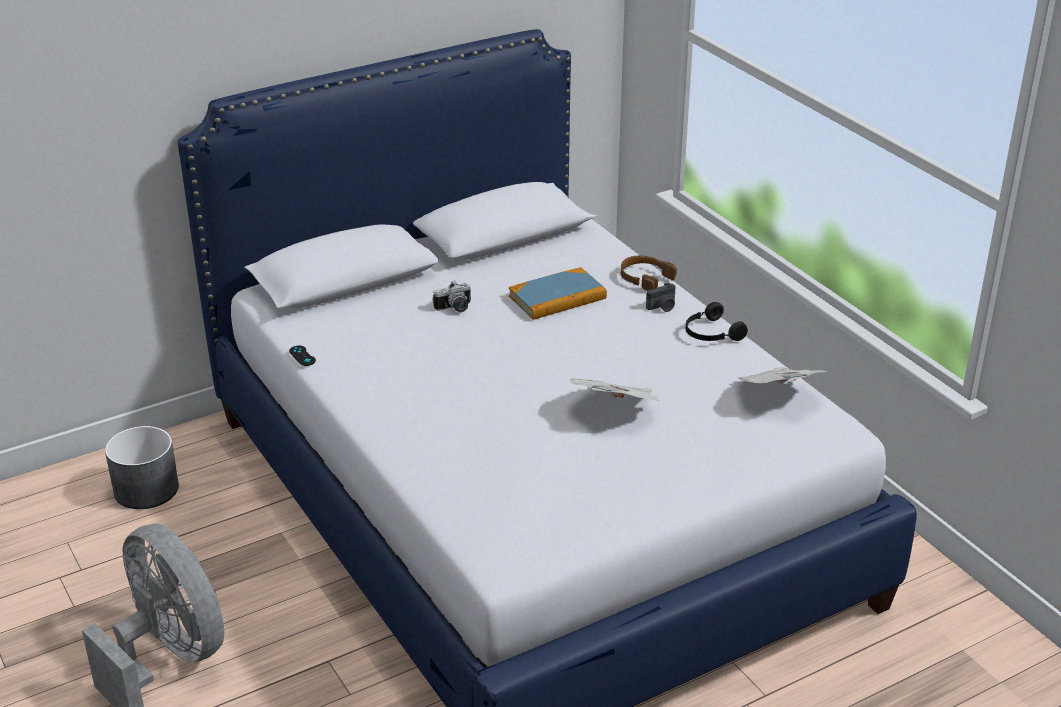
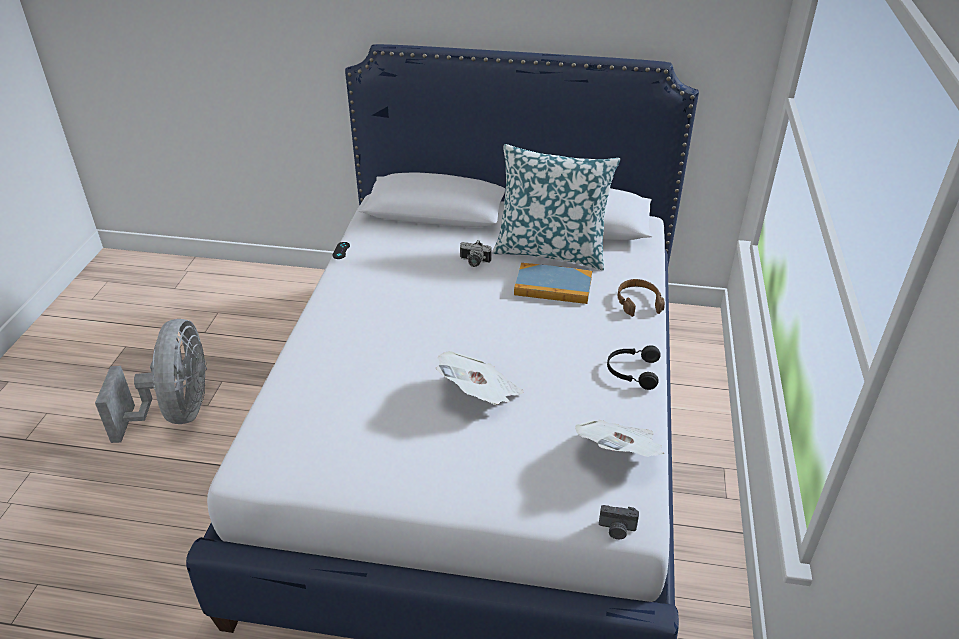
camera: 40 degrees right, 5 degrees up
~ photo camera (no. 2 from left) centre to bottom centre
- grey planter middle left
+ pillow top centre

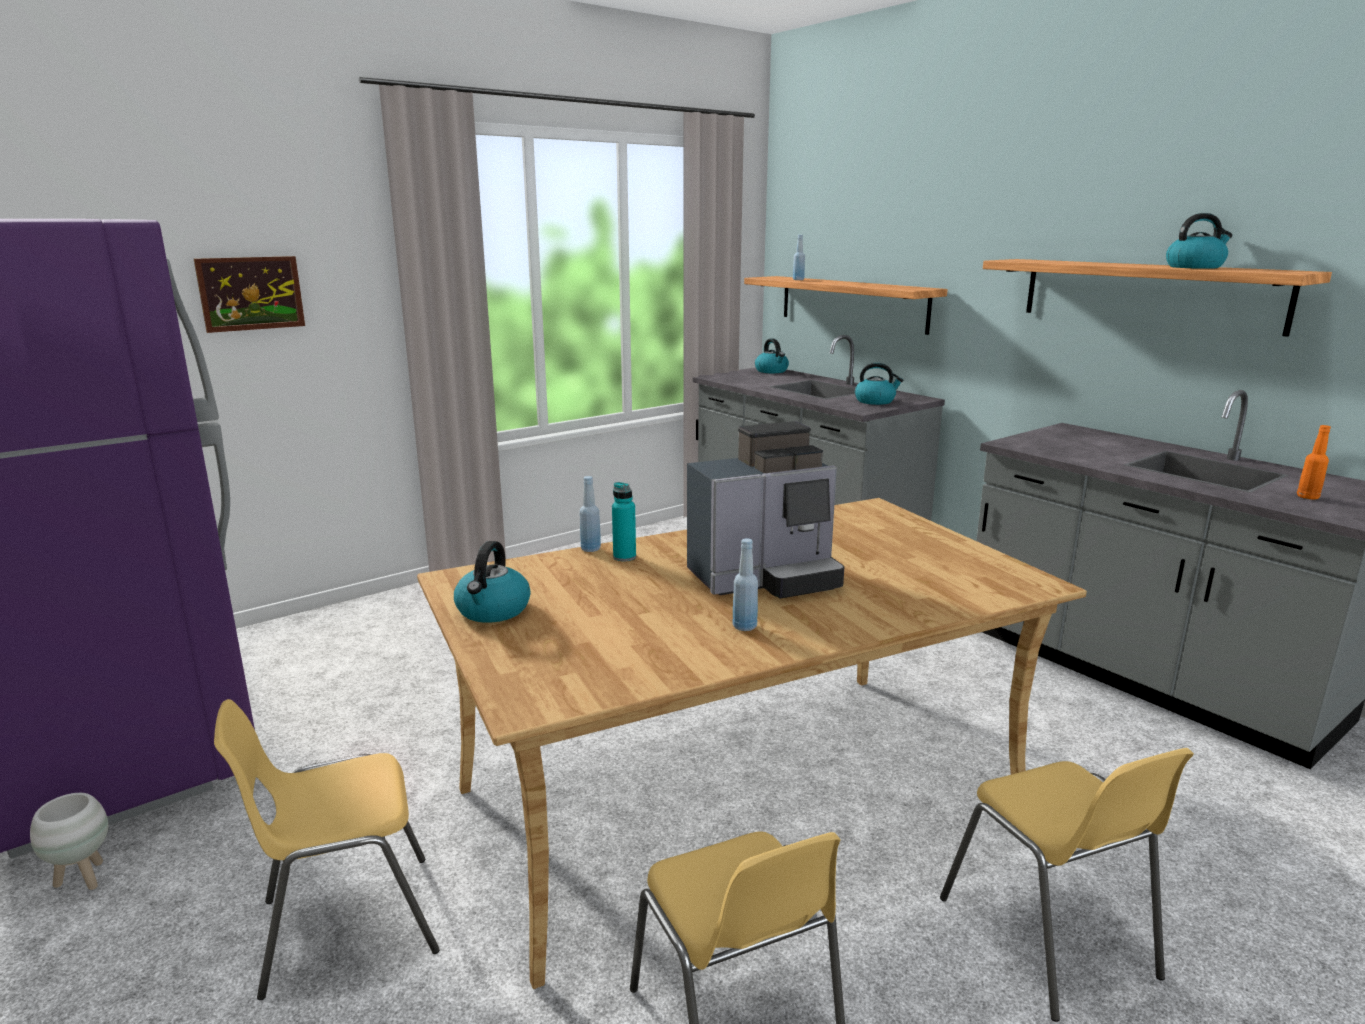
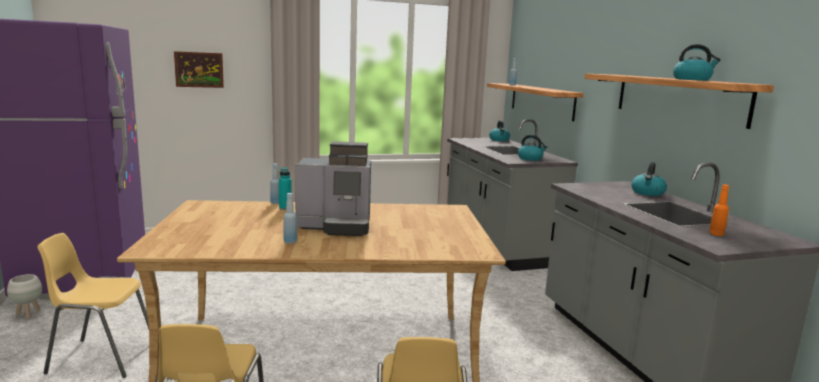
camera: 20 degrees right, 5 degrees down
~ kettle (no. 1 from left in the first image) centre to kettle (no. 3 from left) middle right

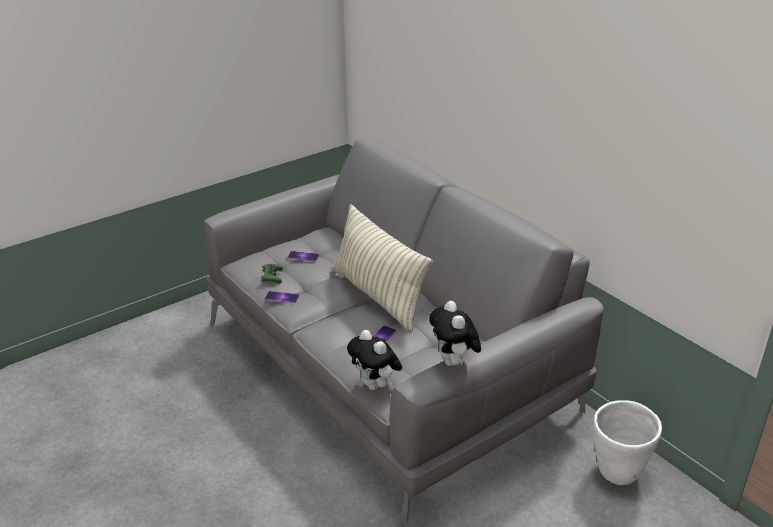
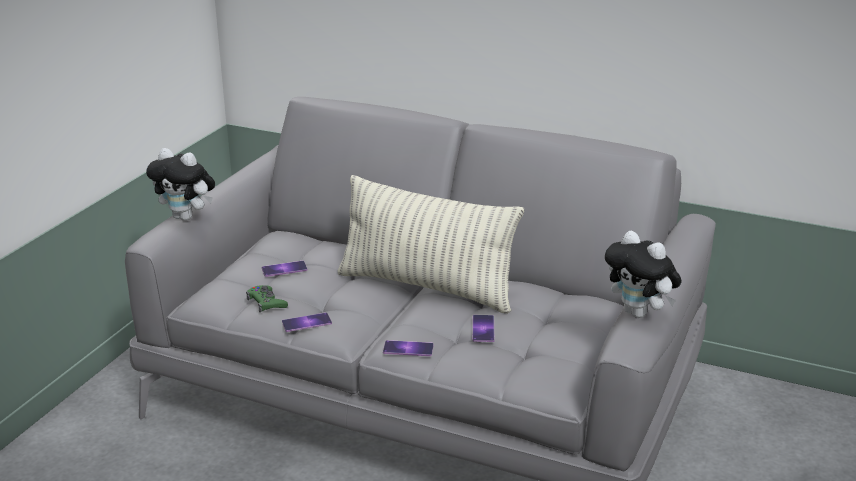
camera: 30 degrees left, 5 degrees down
~ plush toy (no. 1 from left) bottom centre to middle left
- white planter bottom right
+ phone (no. 3 from left) bottom centre

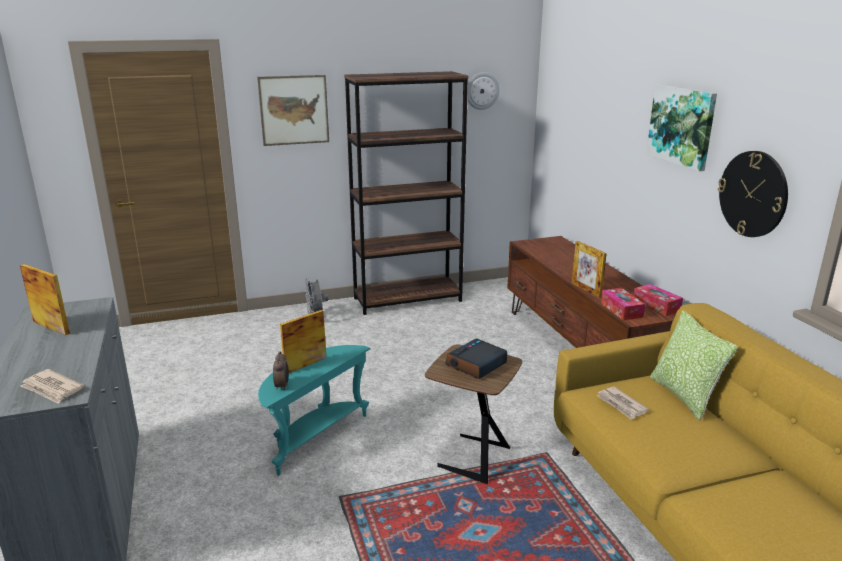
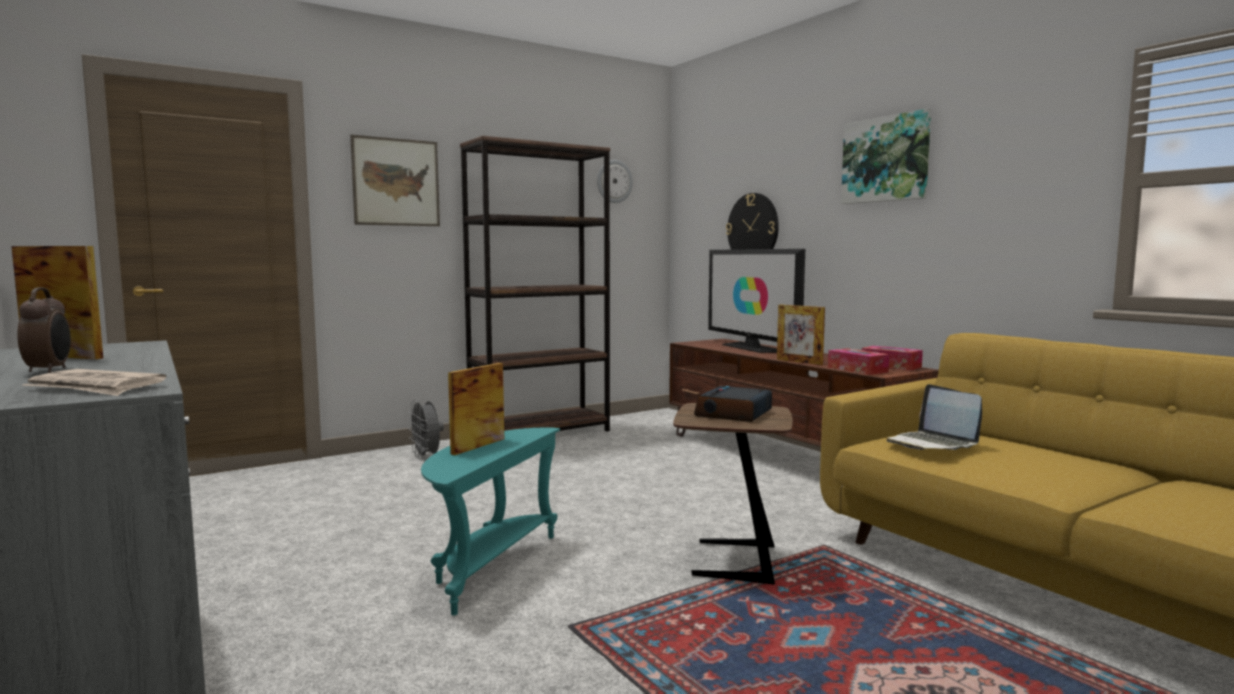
camera: 15 degrees left, 15 degrees down
~ wall clock (no. 2 from left) middle right to top centre
- pillow middle right
~ alarm clock (no. 1 from left) centre to middle left
~ newspaper (no. 2 from left) bottom right to laptop middle right
+ television centre

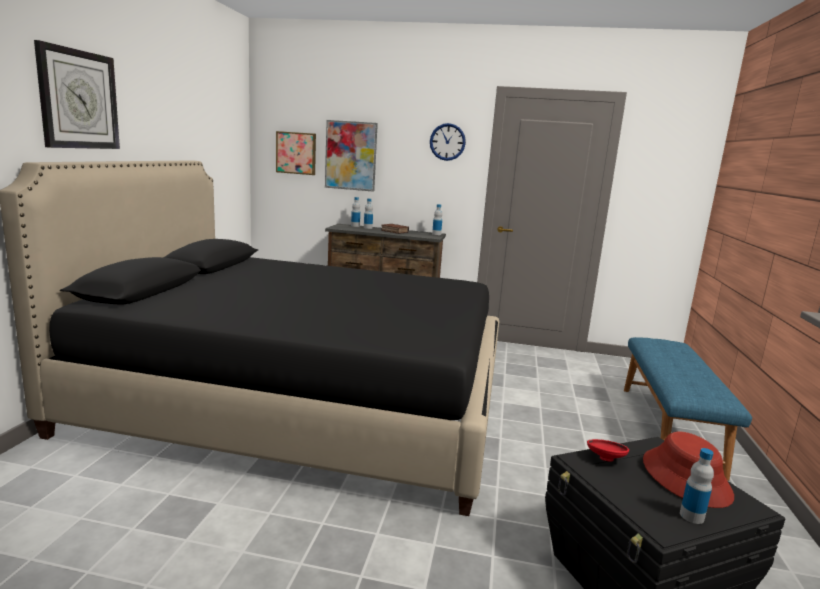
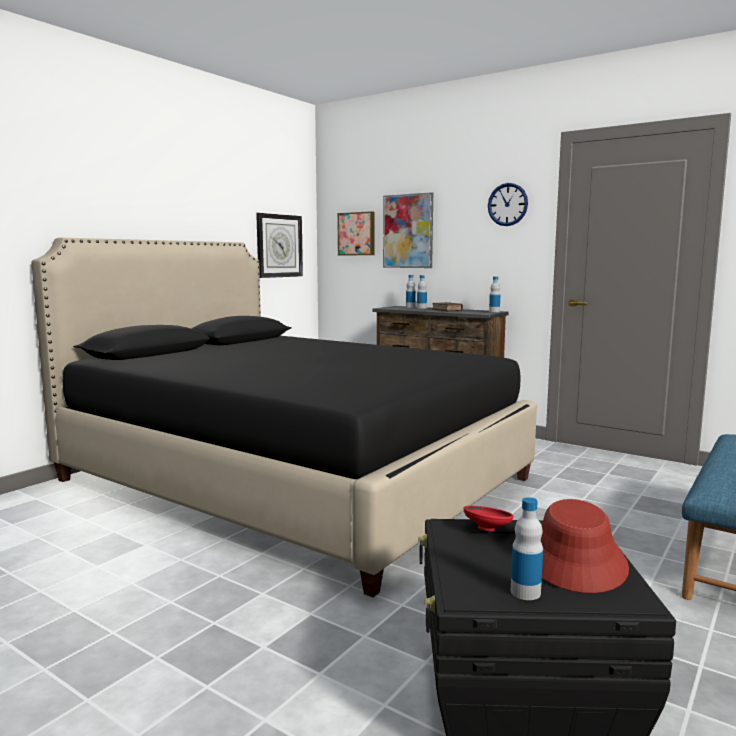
camera: 25 degrees right, 5 degrees down
~ wall clock (no. 1 from left) top left to top centre

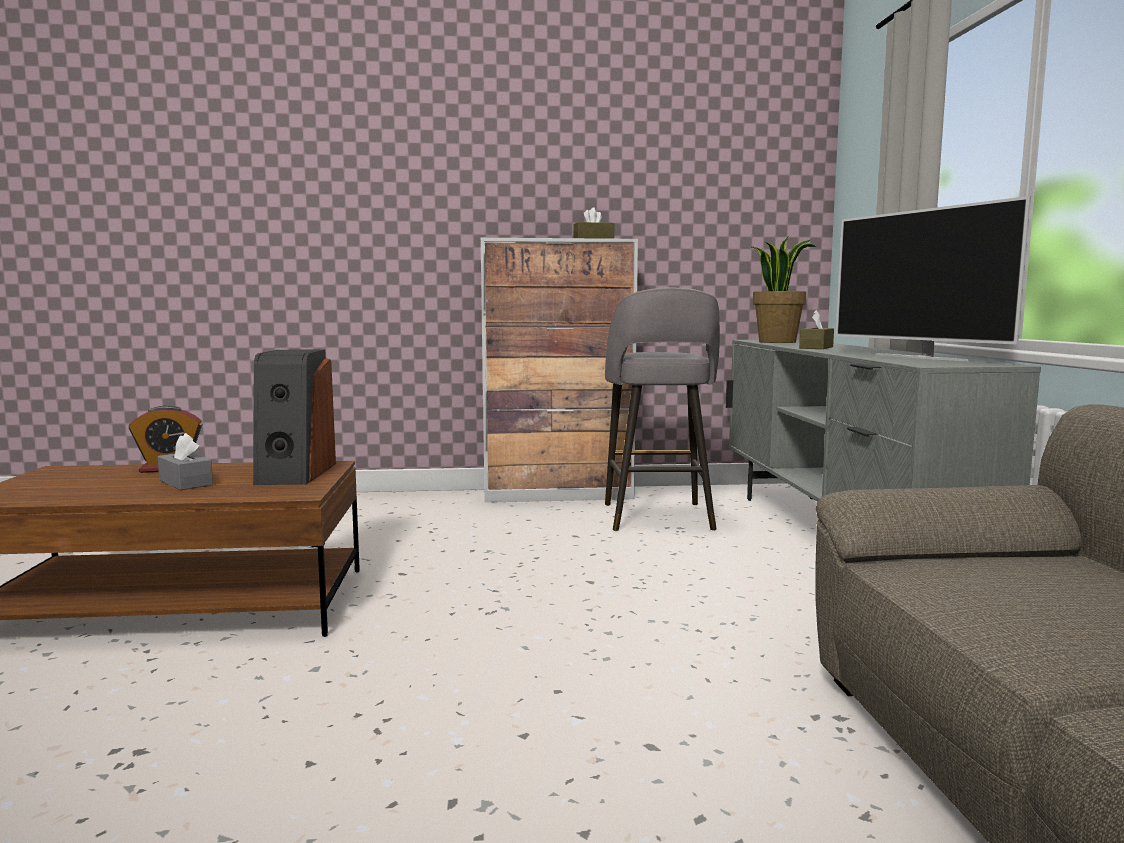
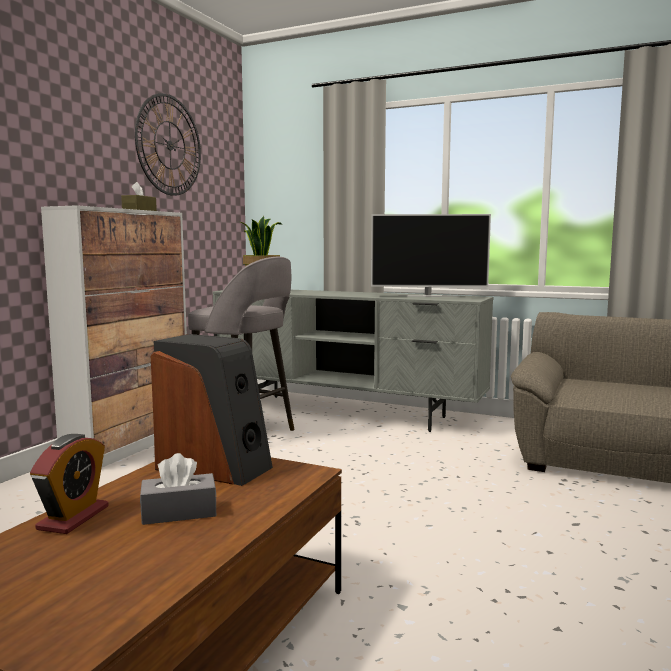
camera: 60 degrees left, 0 degrees up
- brown tissue box (no. 2 from left) middle right
+ wall clock top left

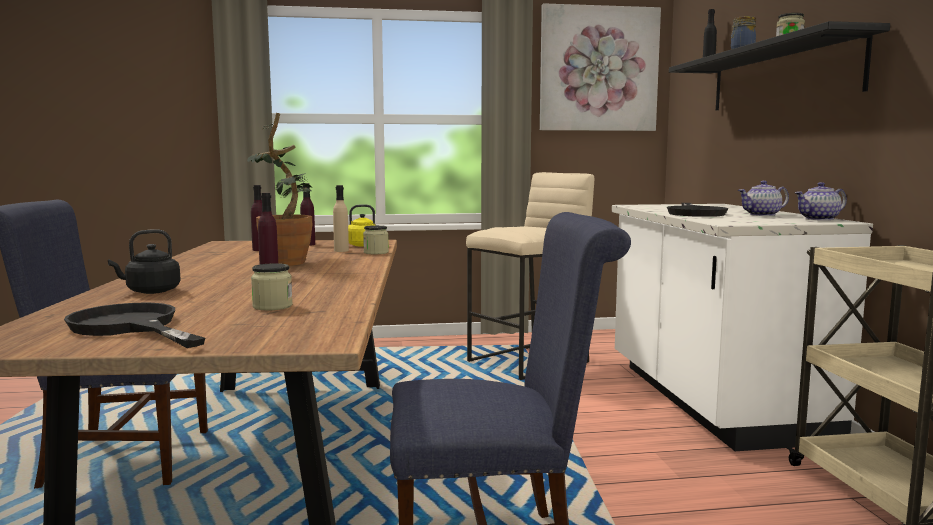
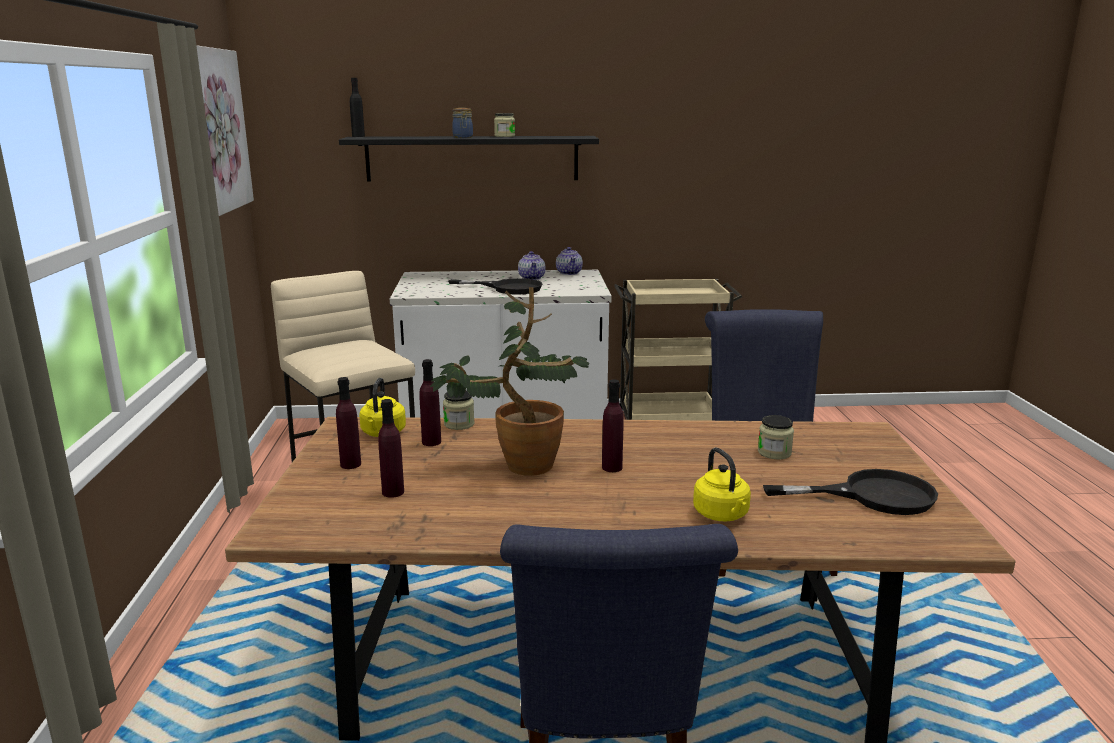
camera: 85 degrees left, 10 degrees up
~ beige bottle centre to purple bottle (no. 3 from left) centre
~ black kettle middle left to yellow kettle (no. 2 from left) centre
~ black frying pan (no. 1 from left in the first image) middle left = middle right 135 degrees counterclockwise

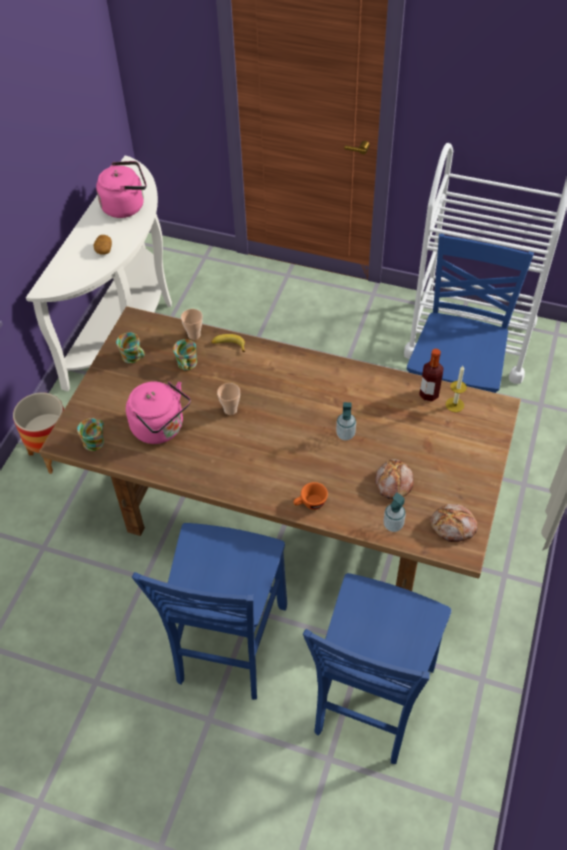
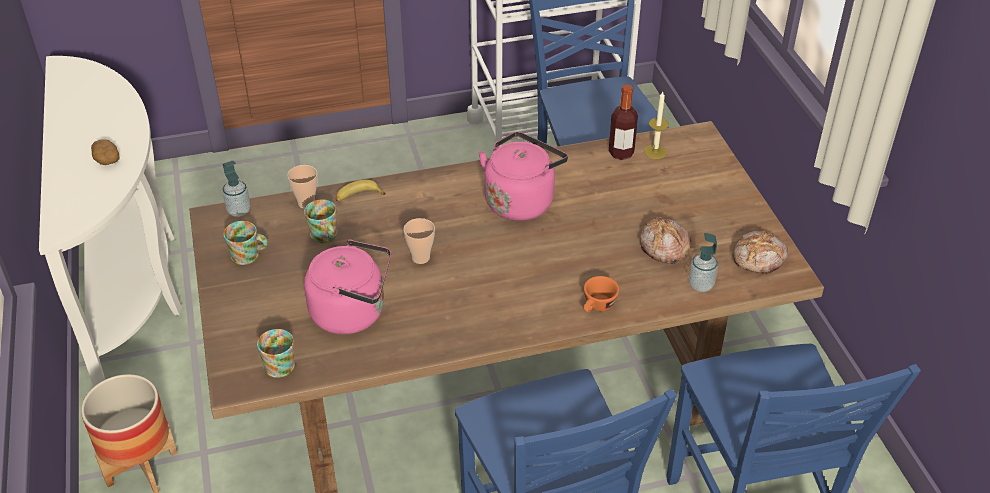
camera: 35 degrees left, 10 degrees down
~ pink kettle (no. 1 from left in the first image) top left to pink kettle (no. 2 from left) centre
~ soap dispenser (no. 1 from left) centre to middle left

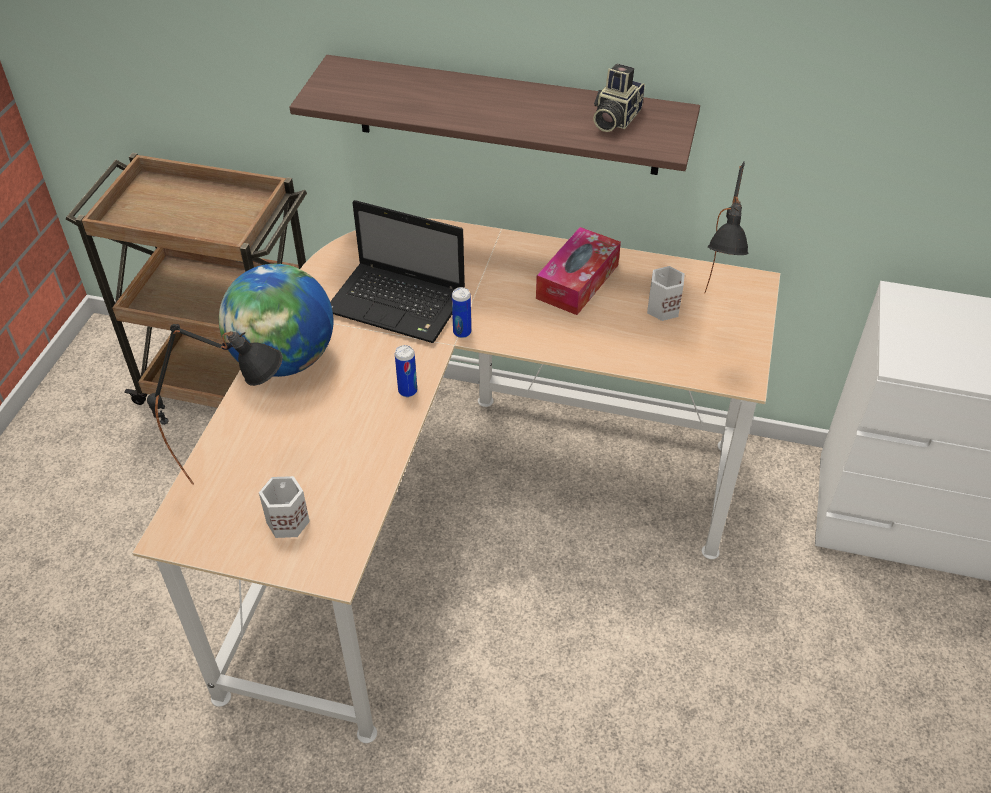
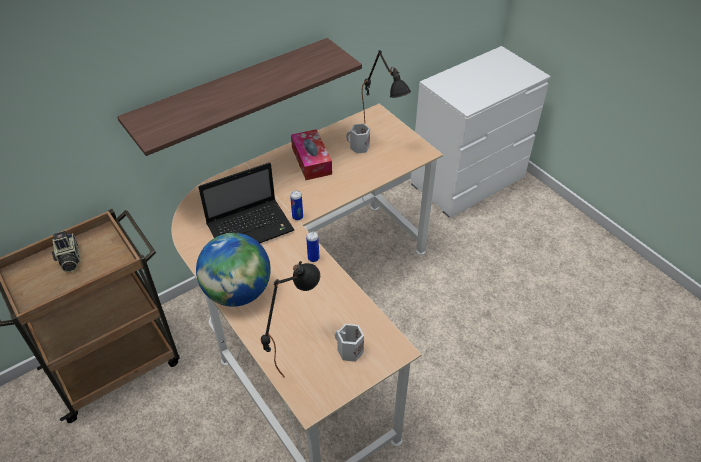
camera: 50 degrees left, 0 degrees up
~ photo camera top centre to middle left

